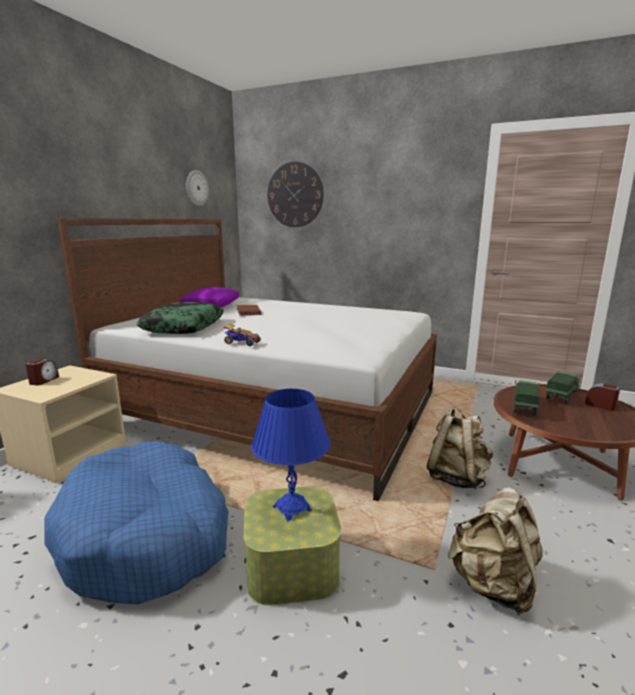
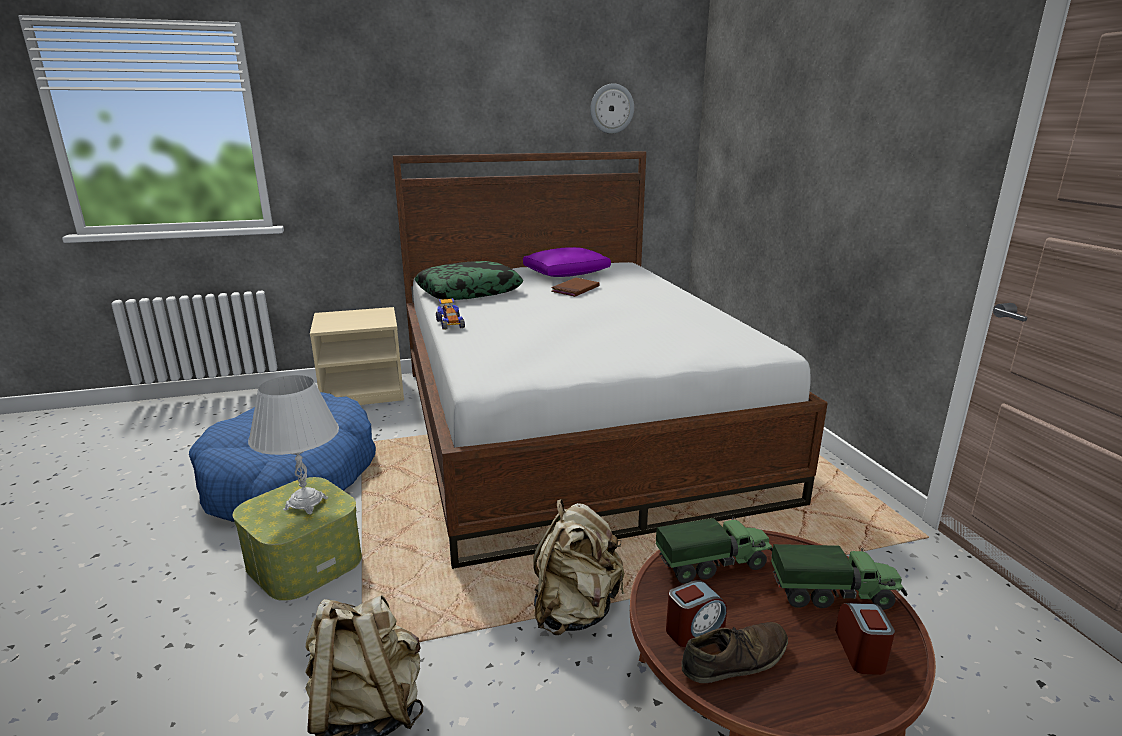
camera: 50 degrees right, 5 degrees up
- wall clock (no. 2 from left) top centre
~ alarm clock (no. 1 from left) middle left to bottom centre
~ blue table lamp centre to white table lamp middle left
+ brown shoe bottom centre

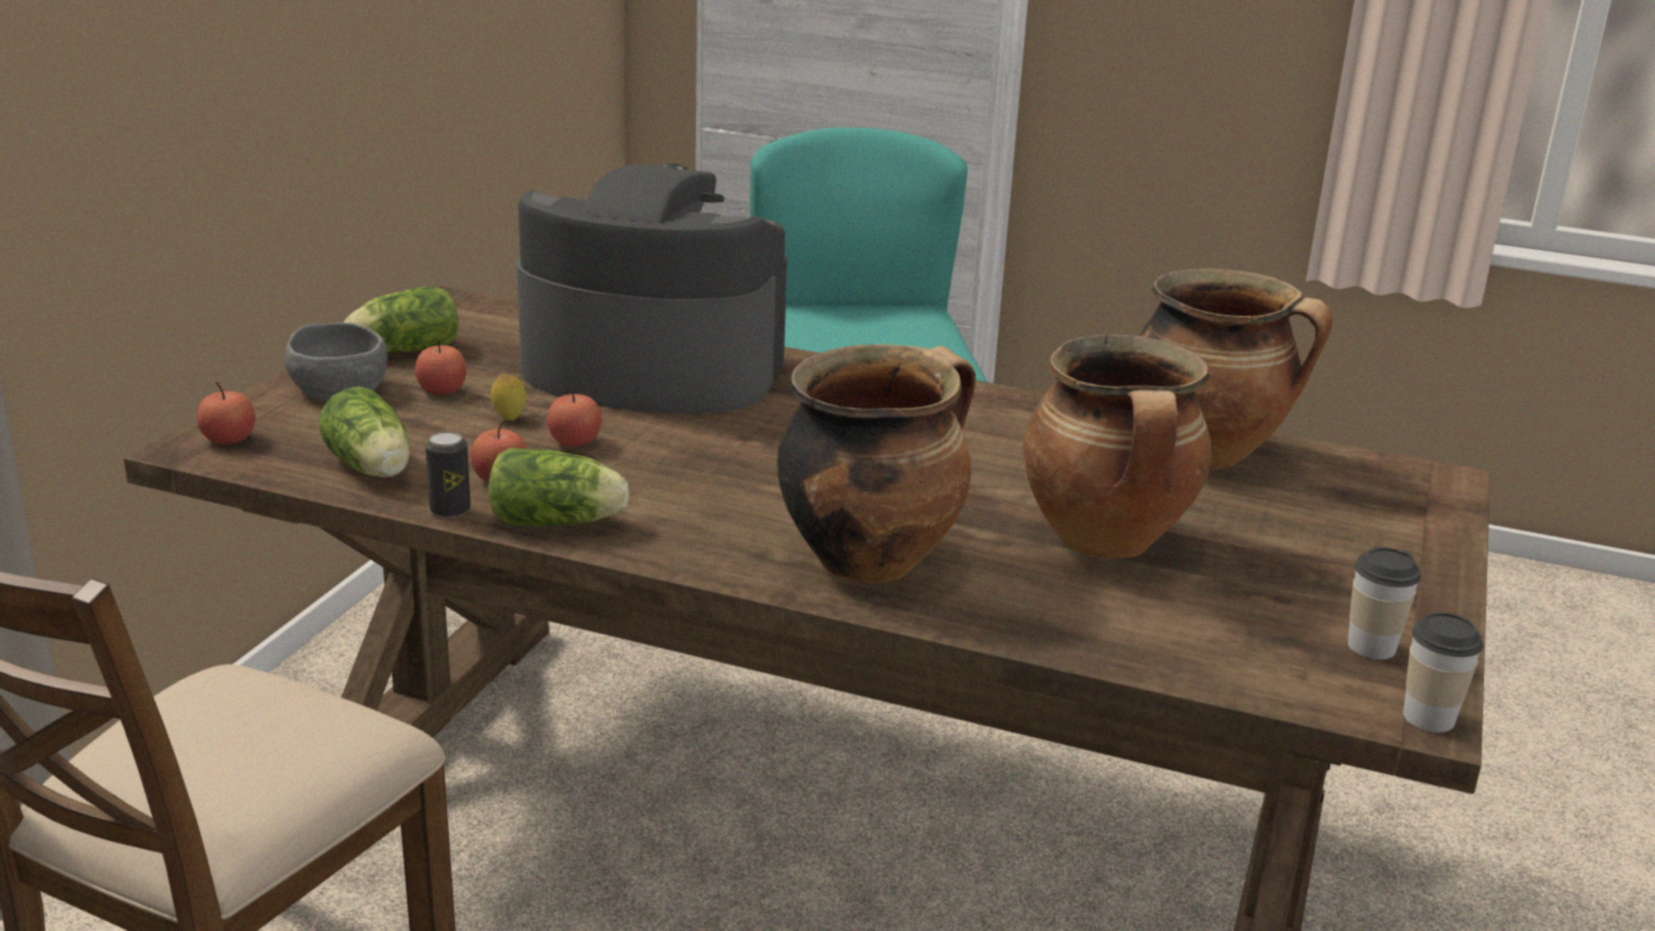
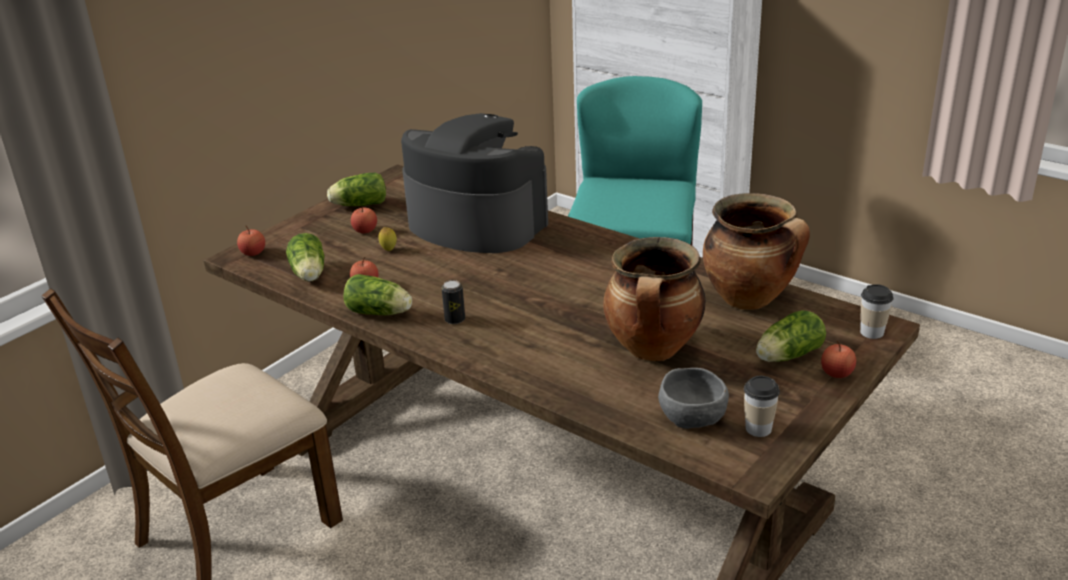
camera: 20 degrees right, 5 degrees up
~ grey bowl middle left to bottom centre
- cooking pot (no. 1 from left) centre
~ apple (no. 4 from left) centre to middle right
~ can middle left to centre
~ cup (no. 2 from left) bottom right to middle right
+ lettuce (no. 4 from left) middle right

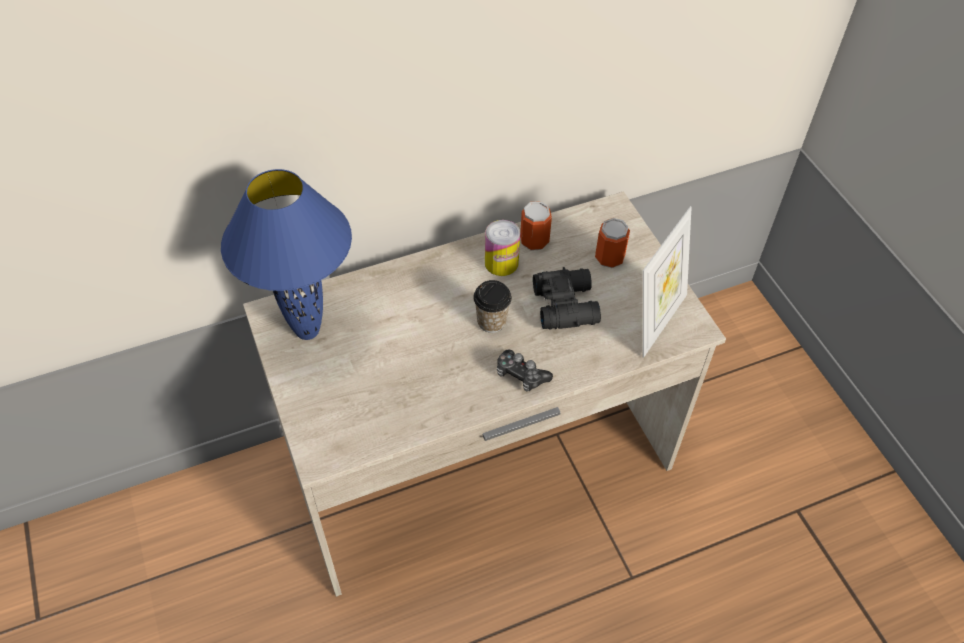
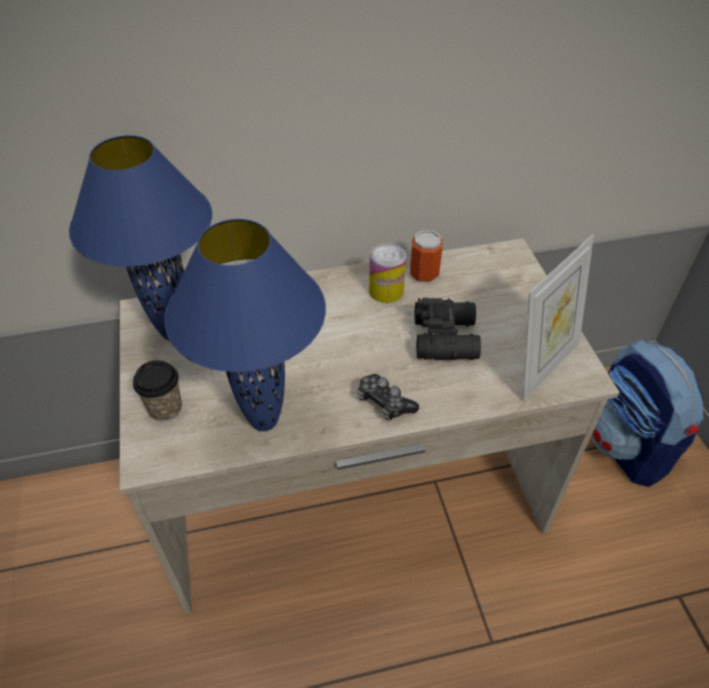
camera: 10 degrees right, 5 degrees down
- can (no. 3 from left) centre
~ cup centre to middle left
+ blue table lamp (no. 2 from left) centre
+ backpack middle right

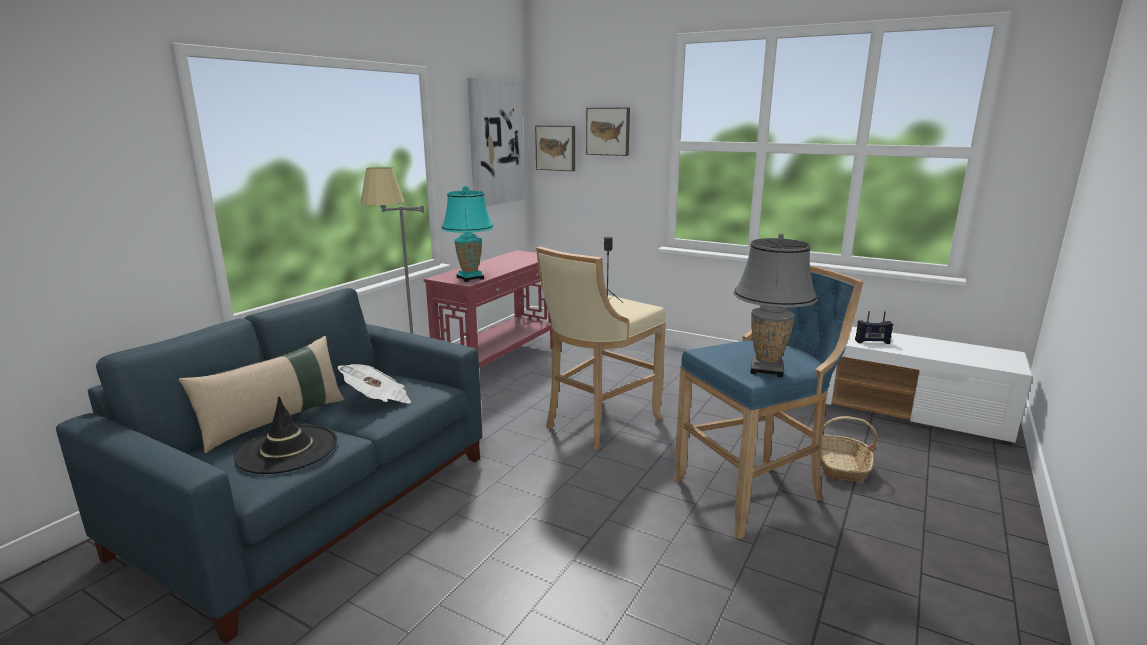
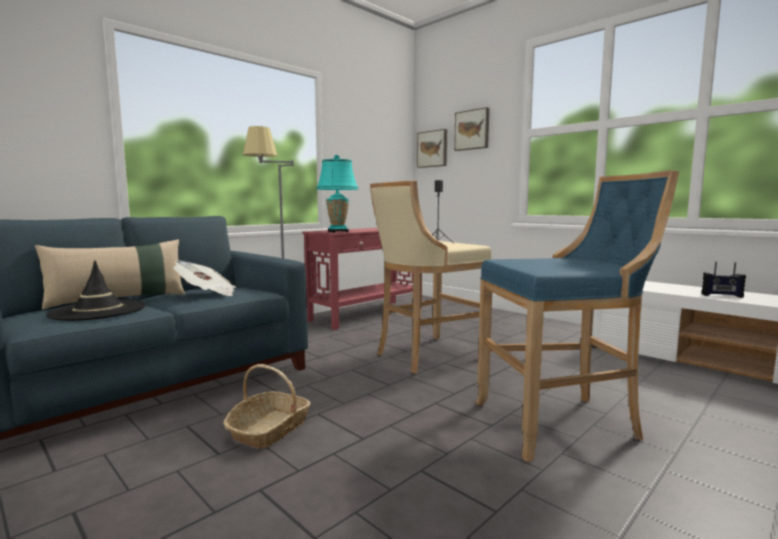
camera: 15 degrees right, 10 degrees down
- picture (no. 1 from left) top centre
- grey table lamp middle right
~ basket bottom right to bottom centre

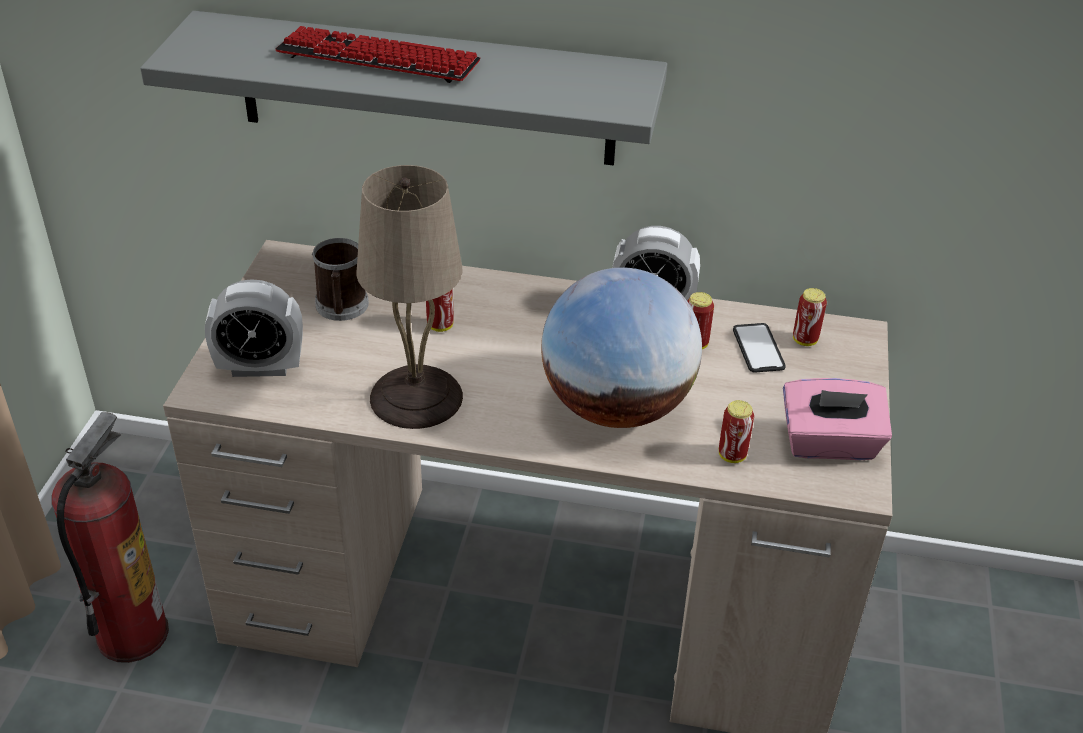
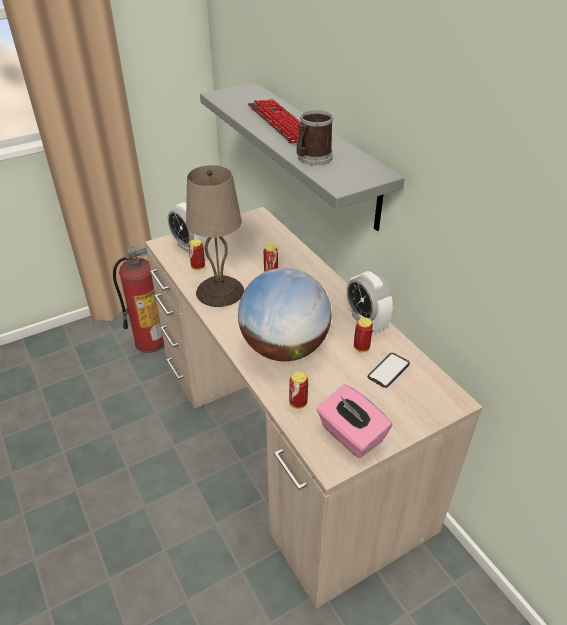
camera: 50 degrees right, 0 degrees up
~ mug middle left to top centre
~ can (no. 4 from left in the first image) middle right to can (no. 1 from left) centre

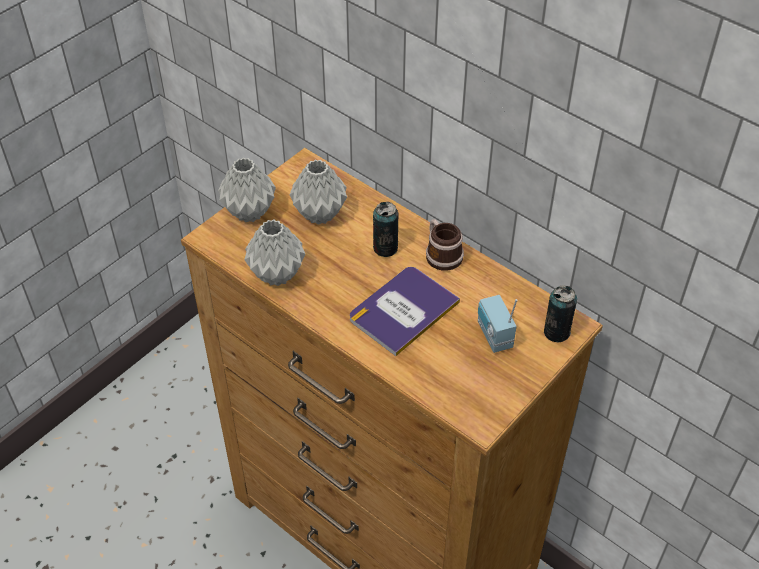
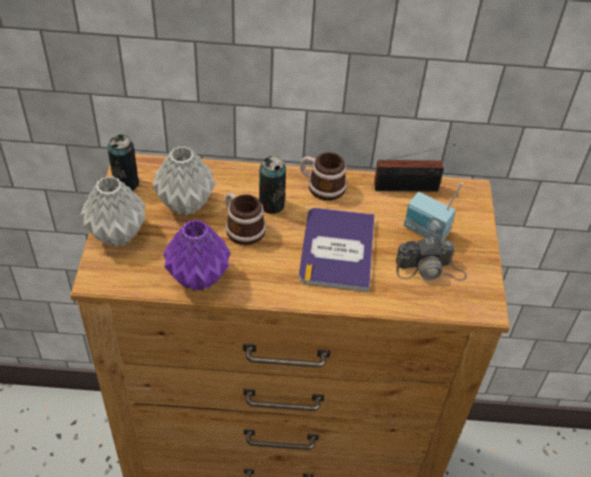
camera: 40 degrees left, 0 degrees up
~ grey vase (no. 2 from left) centre to purple vase centre
~ can (no. 2 from left in the first image) middle right to can (no. 1 from left) middle left
+ radio (no. 1 from left) middle right
+ mug (no. 1 from left) centre
+ photo camera middle right

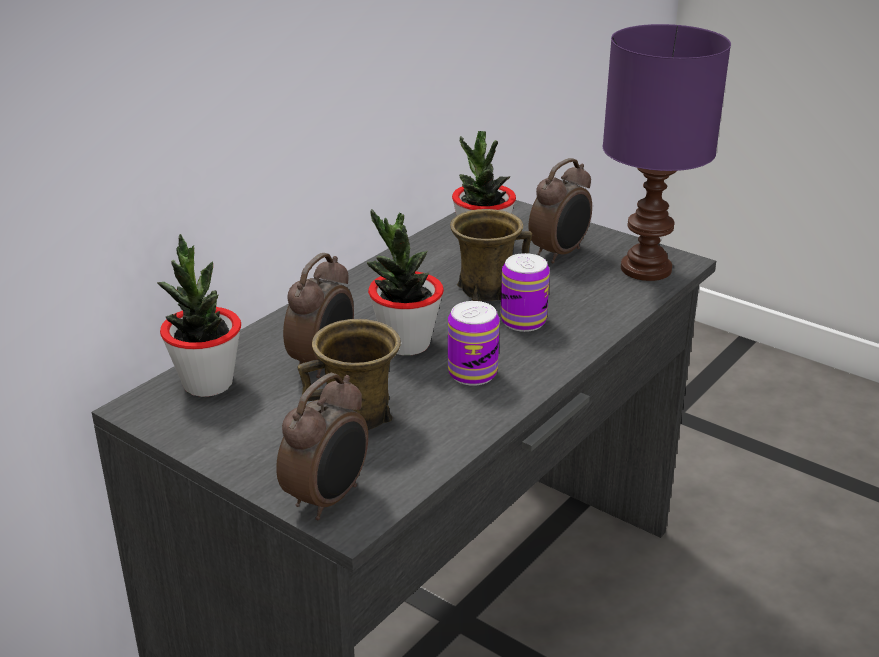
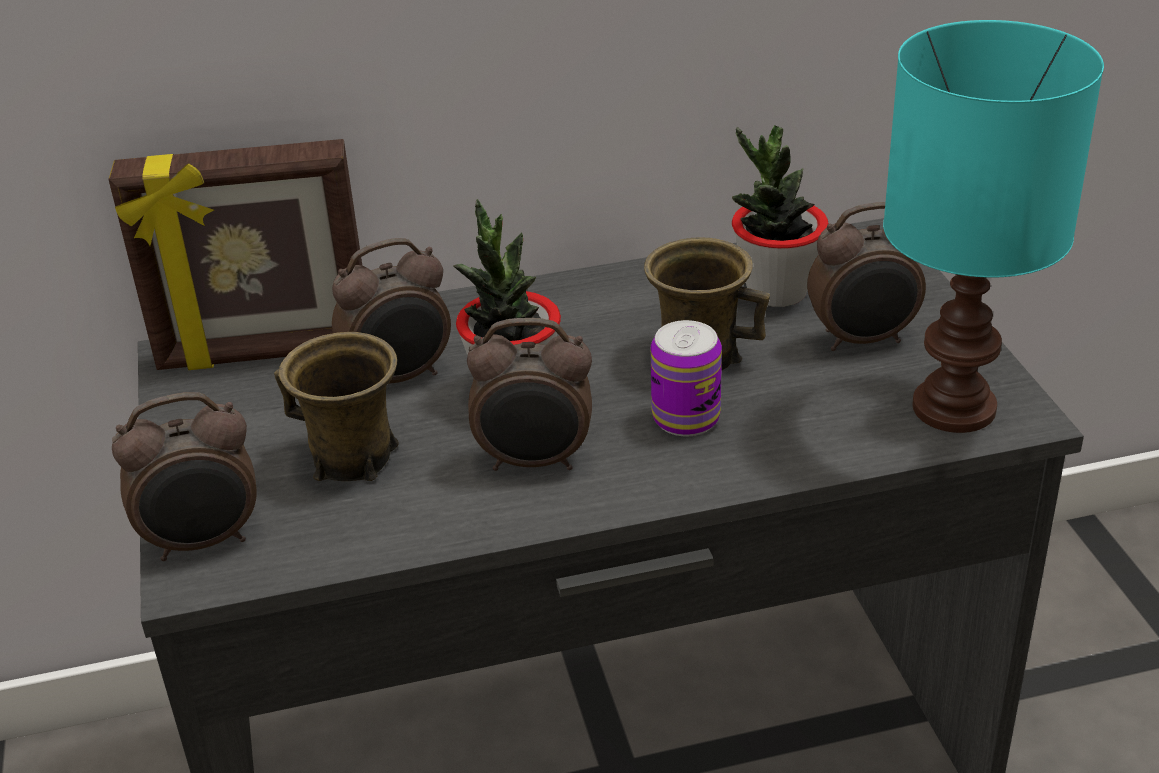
camera: 40 degrees right, 5 degrees up
~ purple table lamp top right to turquoise table lamp top right
~ potted plant (no. 1 from left) middle left to picture frame top left
~ can (no. 1 from left) centre to alarm clock (no. 3 from left) centre

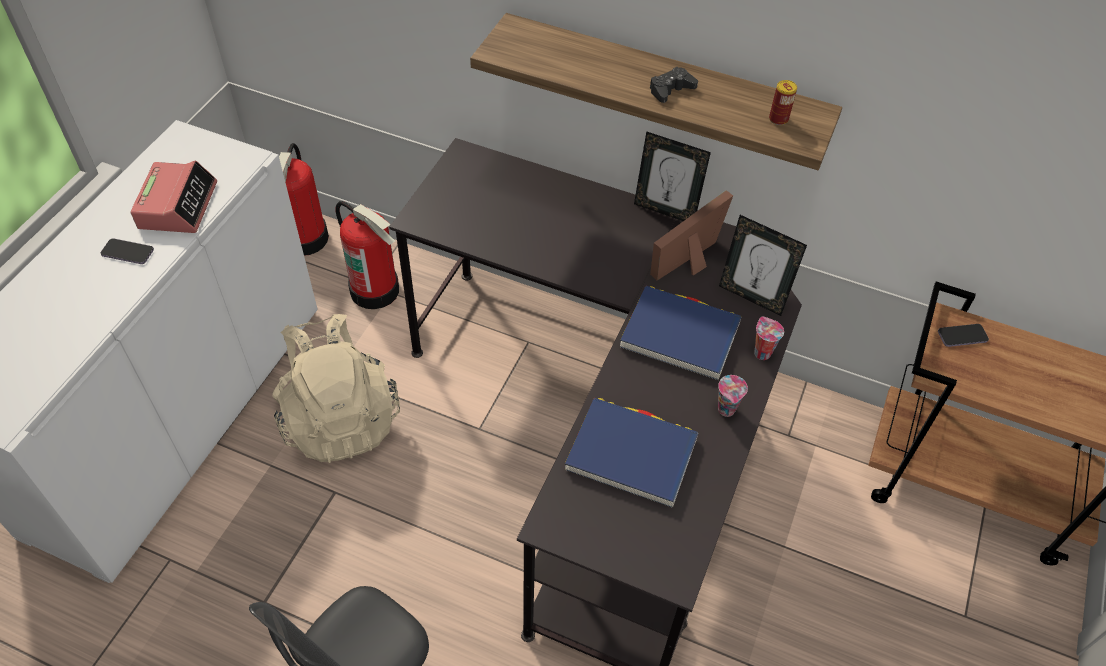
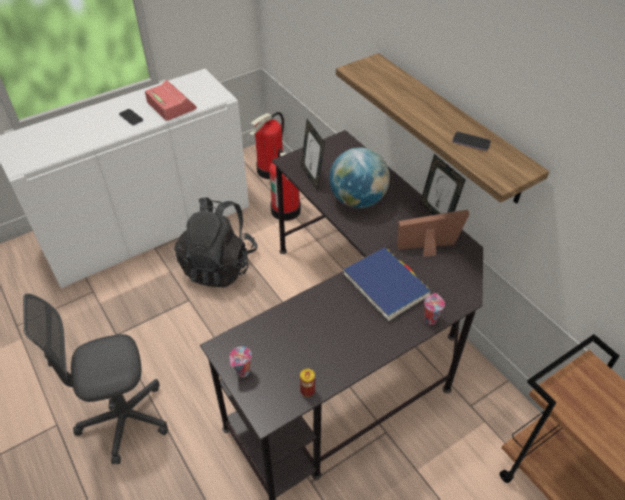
camera: 35 degrees right, 5 degrees down
- black game controller top centre
~ can top right to bottom centre
~ alarm clock top left = top left 75 degrees counterclockwise
~ picture frame (no. 3 from left in the first image) middle right to picture frame (no. 1 from left) top centre
~ beige backpack middle left to black backpack centre
~ phone (no. 2 from left) middle right to top right
~ cup (no. 1 from left) centre to bottom centre
- blue book (no. 1 from left) bottom centre
+ globe centre

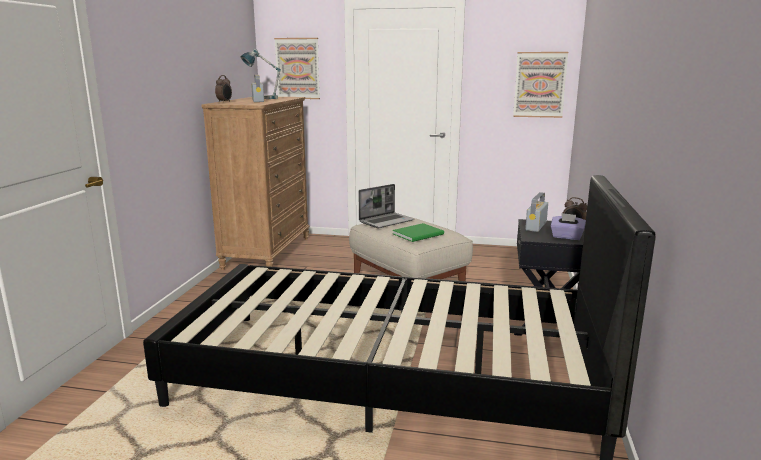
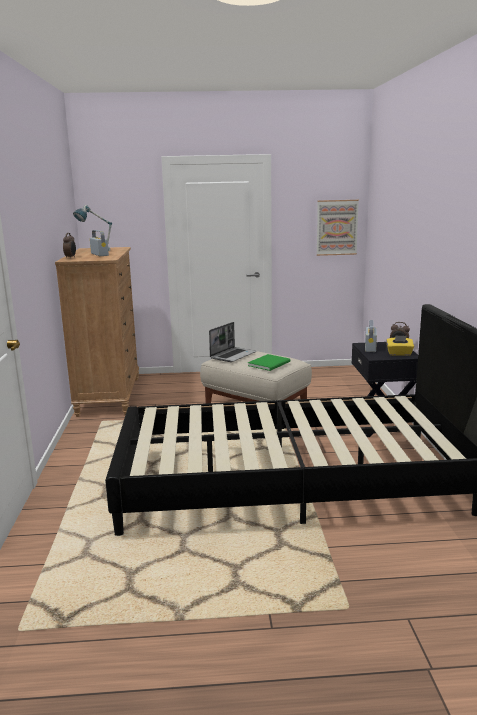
camera: 15 degrees left, 0 degrees up
- picture (no. 1 from left) top centre
~ purple tissue box middle right to yellow tissue box middle right

